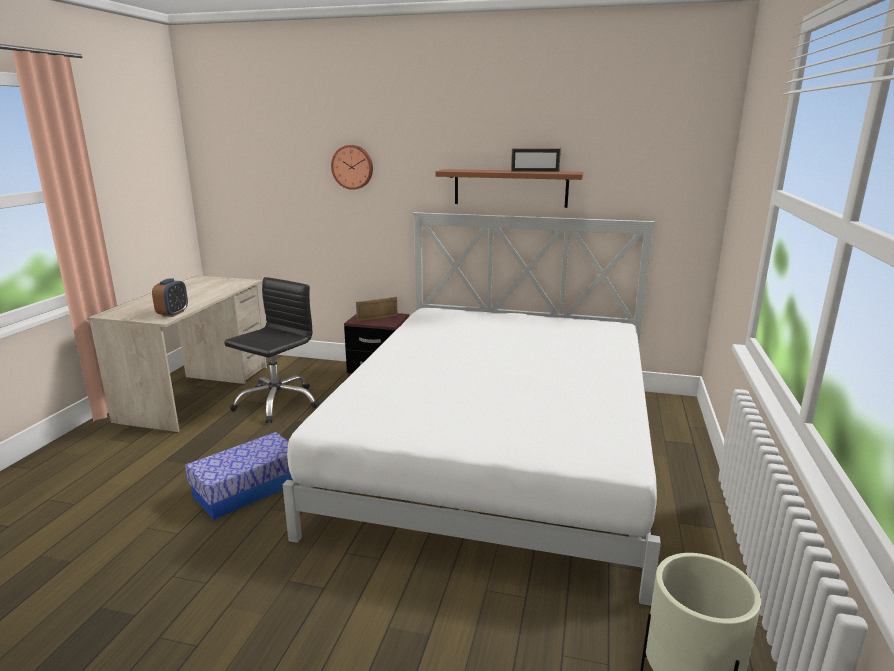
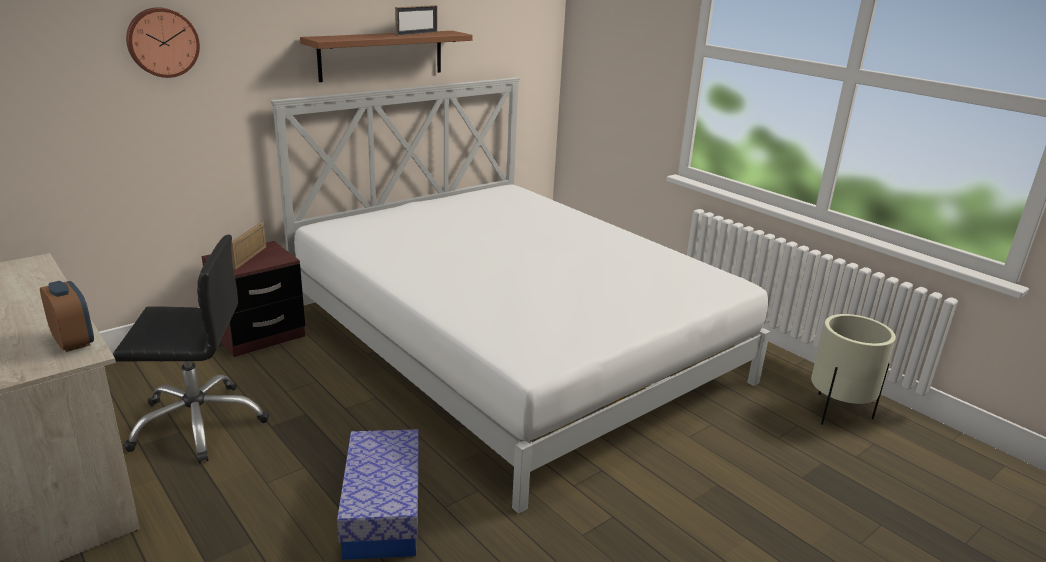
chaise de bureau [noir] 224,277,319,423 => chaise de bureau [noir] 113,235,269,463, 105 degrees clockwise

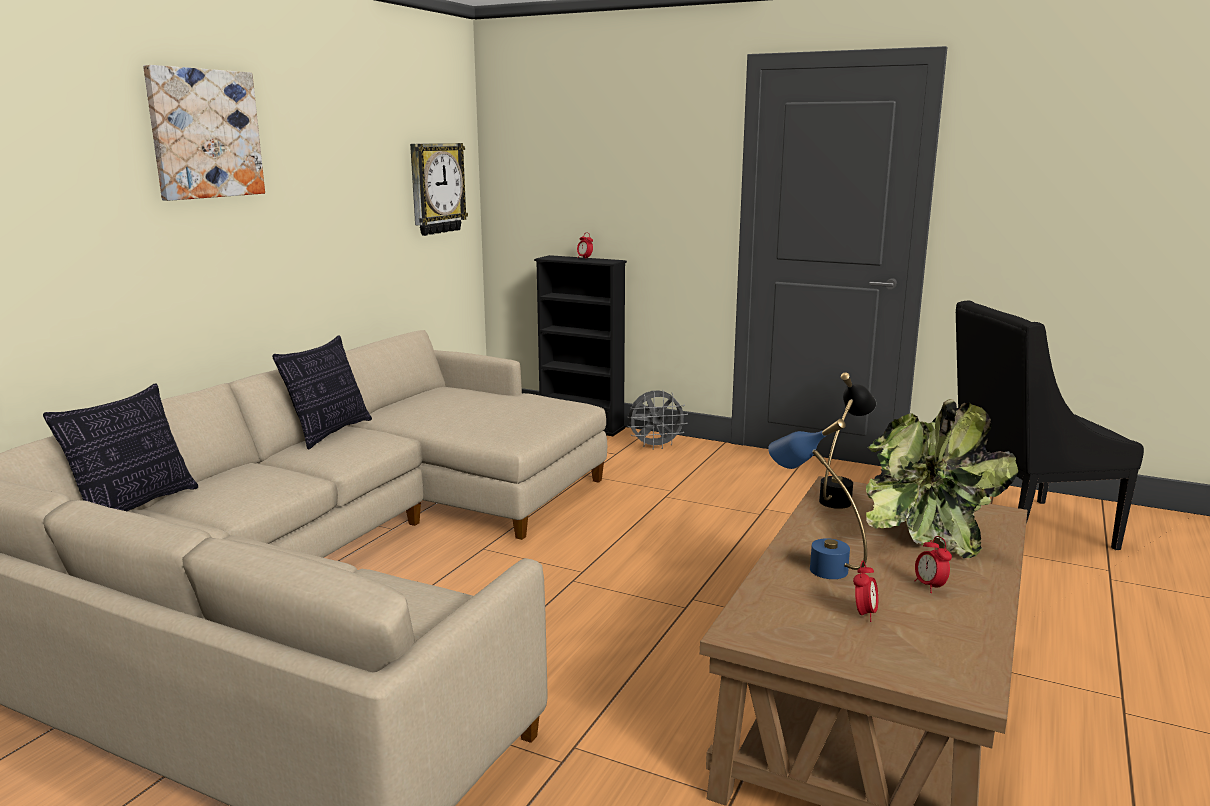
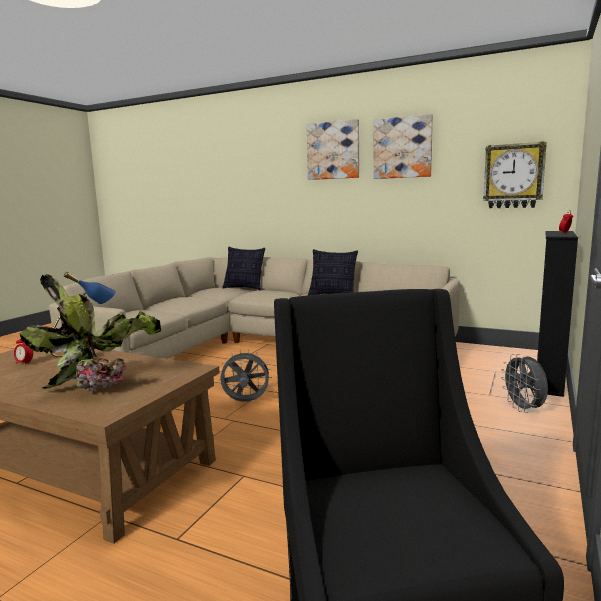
lampe de table [noir] 819,372,876,509 => nothing
réveil 914,536,952,593 => nothing
nothing => ventilateur [gris] 219,349,272,402
nothing => tableau 373,114,433,179

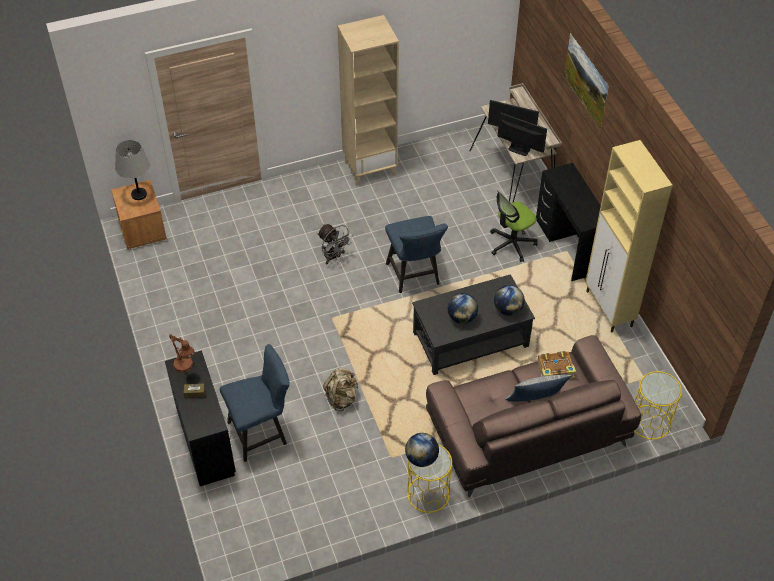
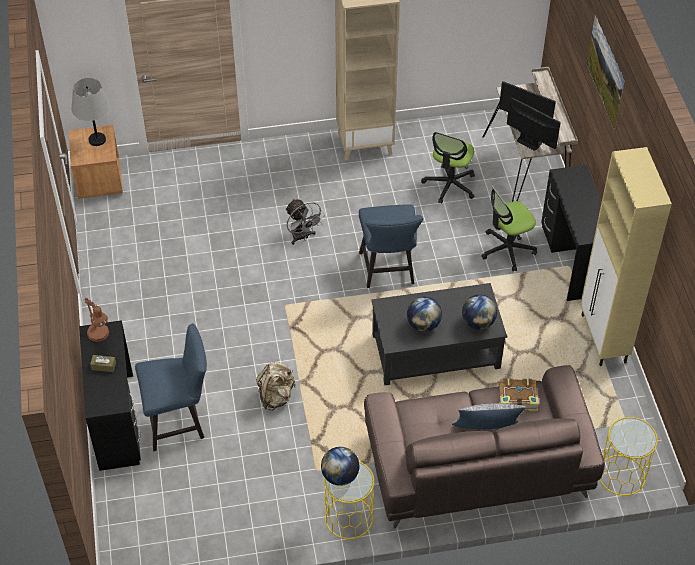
nothing => chaise de bureau 421,132,475,204

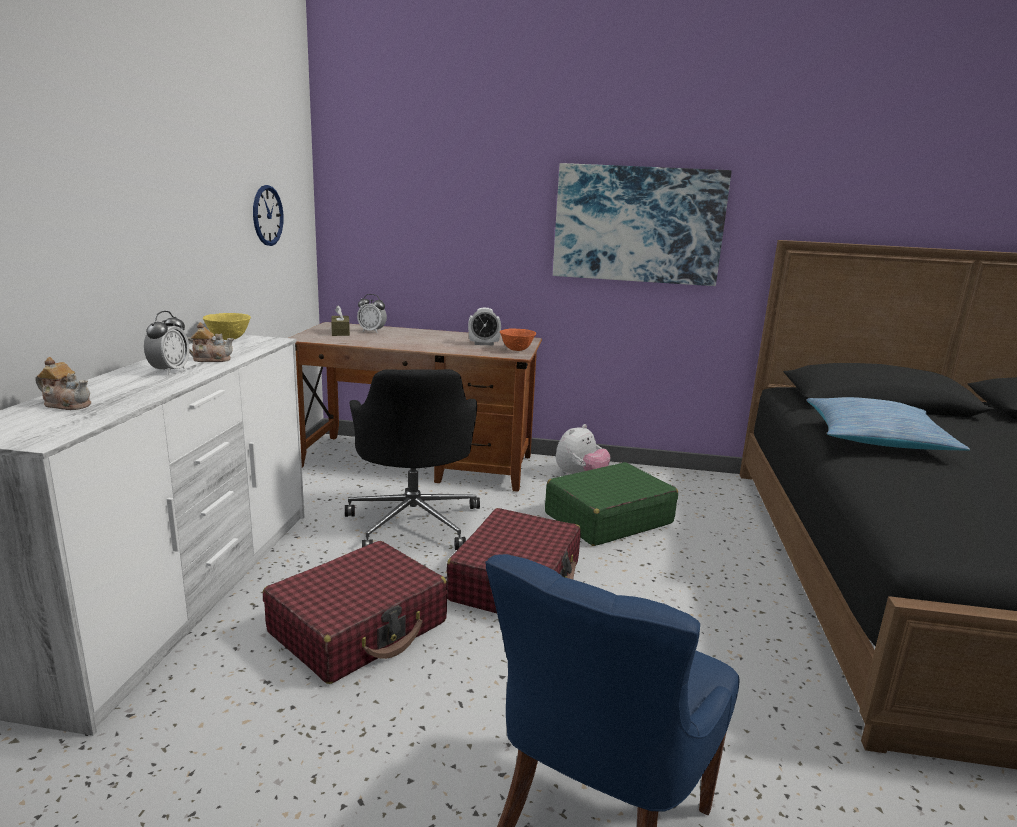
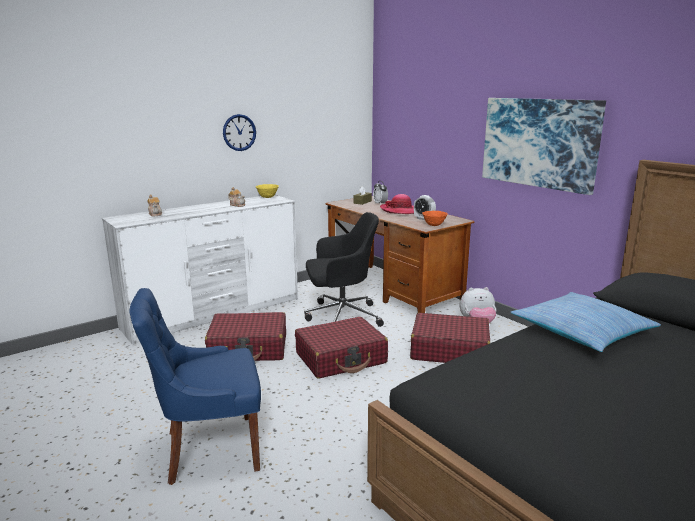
réveil 144,311,190,375 => nothing
horloge murale 253,185,284,246 => horloge murale 223,114,256,151, move
chaise de bureau [noir] 345,369,480,550 => chaise de bureau [noir] 304,212,384,327, 135 degrees counterclockwise
valise [vert] 545,462,678,546 => valise [rouge] 410,313,490,363
nothing => chapeau 380,194,414,214

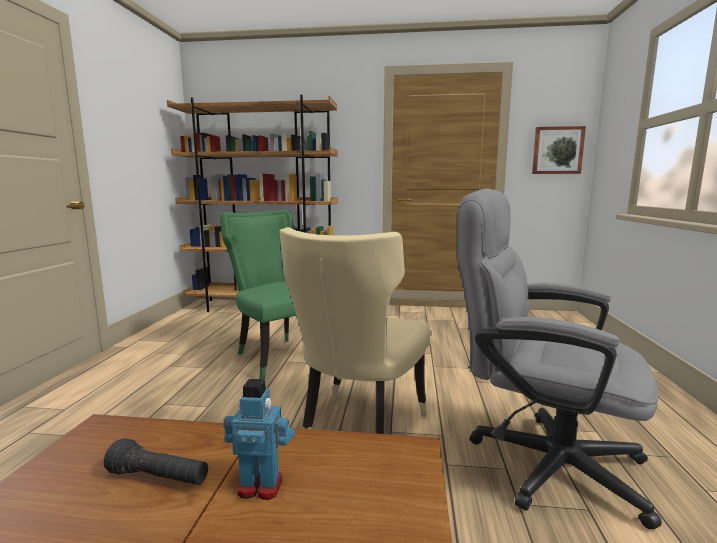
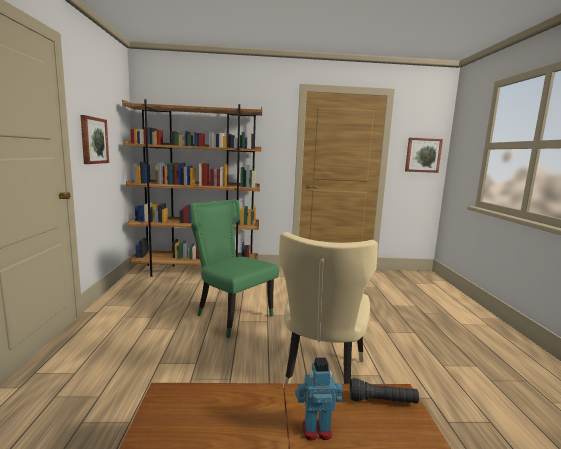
lampe de poche [noir] 104,438,208,485 => lampe de poche [noir] 350,378,419,404, move
chaise de bureau [gris] 456,188,662,530 => nothing
nothing => tableau 80,115,109,164

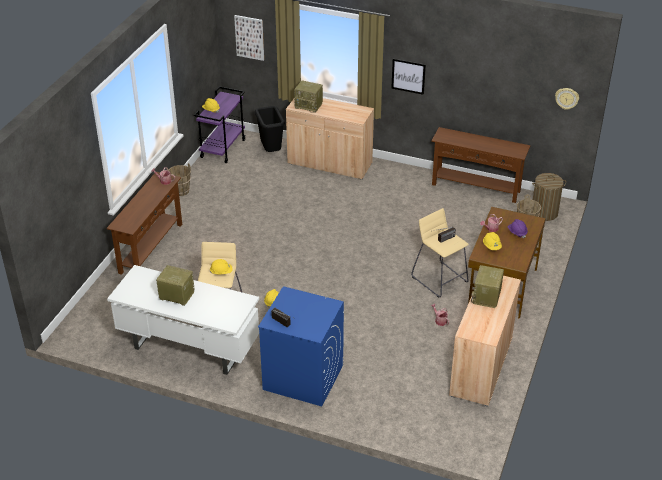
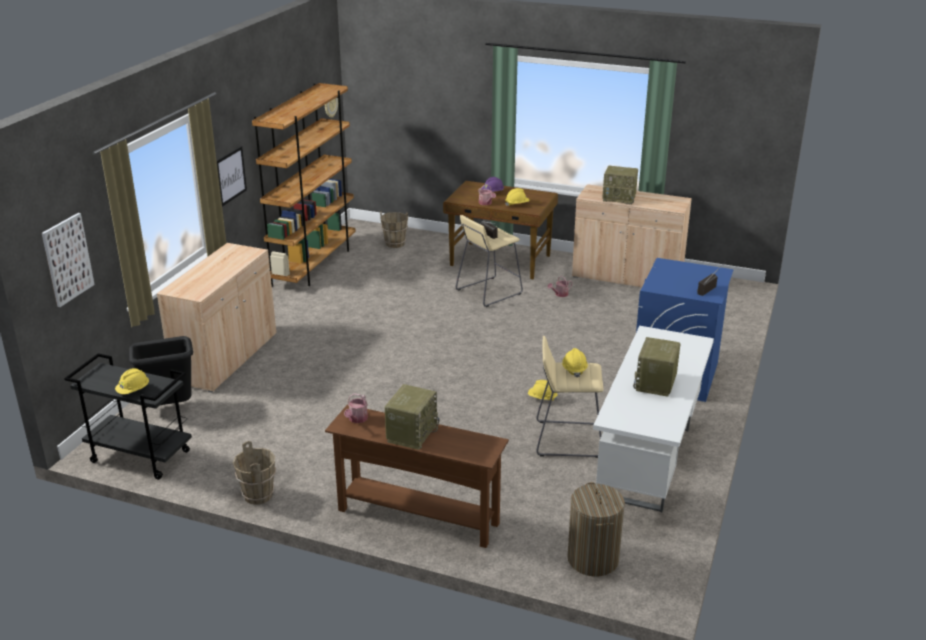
chariot [violet] 194,86,246,163 => chariot [noir] 64,353,192,480
radio 294,80,323,113 => radio 385,384,439,450, move
table console [marron] 431,127,530,203 => bibliothèque [marron] 252,83,356,287
panier à linge 532,173,566,221 => panier à linge 568,482,625,577, move

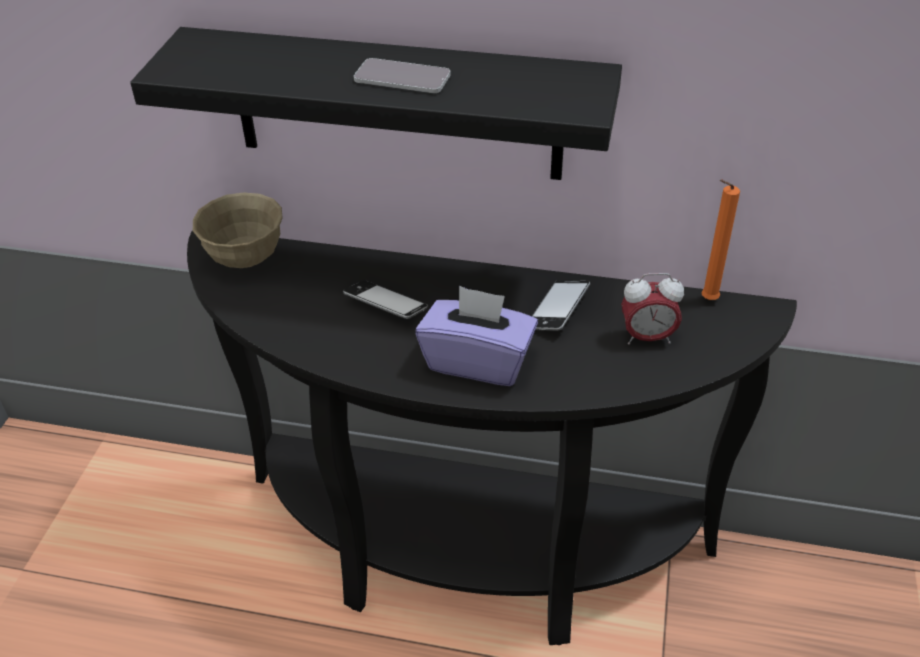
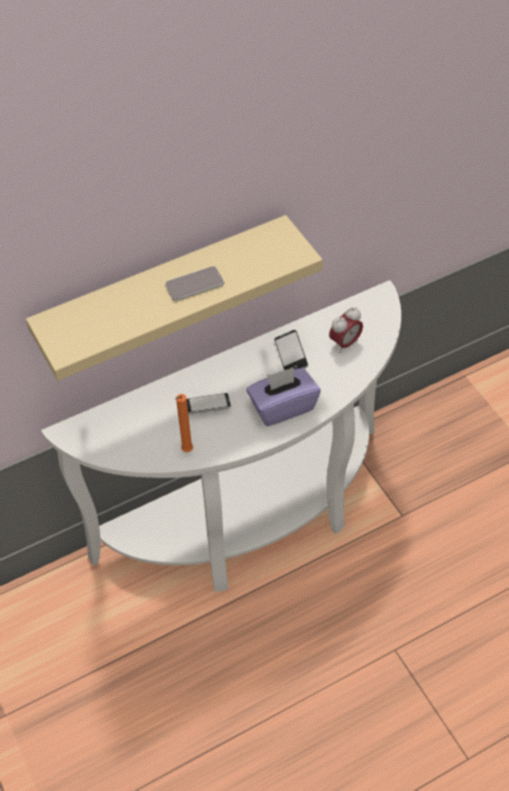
étagère [noir] 130,27,622,180 => étagère [beige] 26,215,323,381
table console [noir] 187,230,797,645 => table console [blanc] 41,280,401,592
bol [beige] 193,192,283,268 => nothing
bougie [orange] 701,180,740,300 => bougie [orange] 175,394,193,452, move

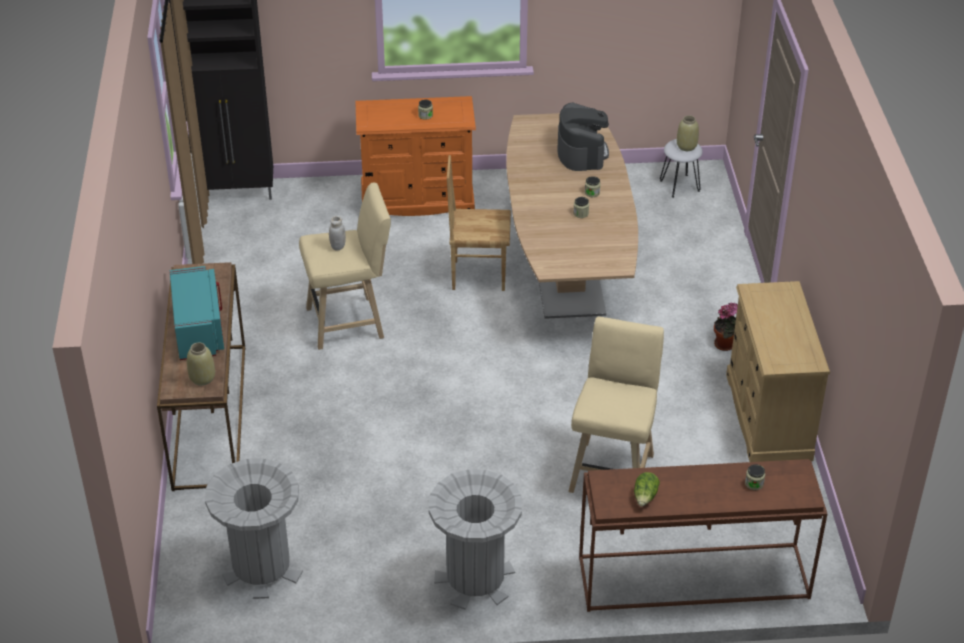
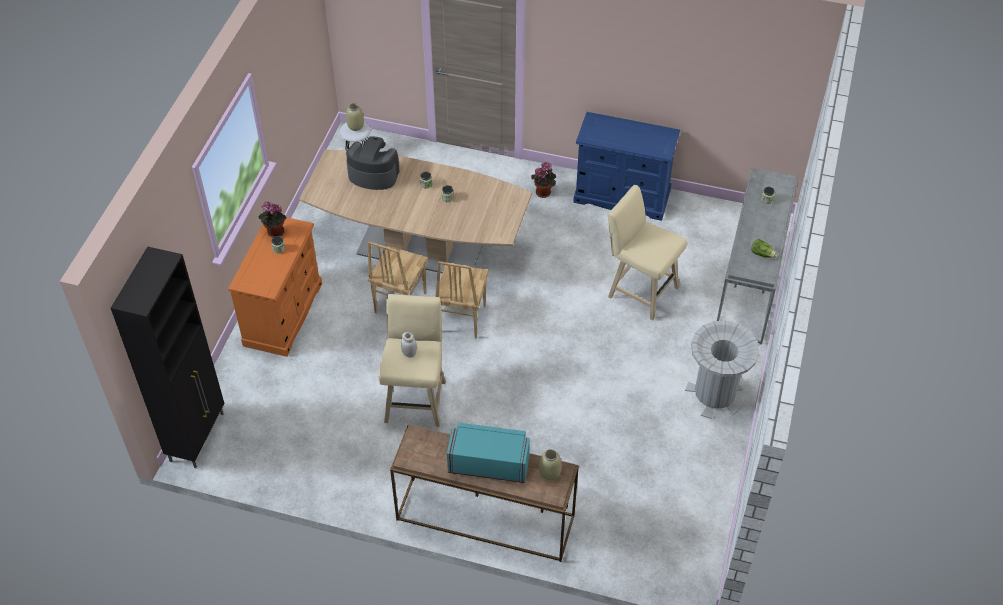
poubelle [gris] 205,458,303,599 => nothing
table console [marron] 579,459,827,612 => table console [gris] 717,168,798,344
commode [beige] 726,281,830,462 => commode [bleu] 573,112,680,221
nothing => plante en pot 259,201,287,237
nothing => chaise [marron] 435,261,489,339

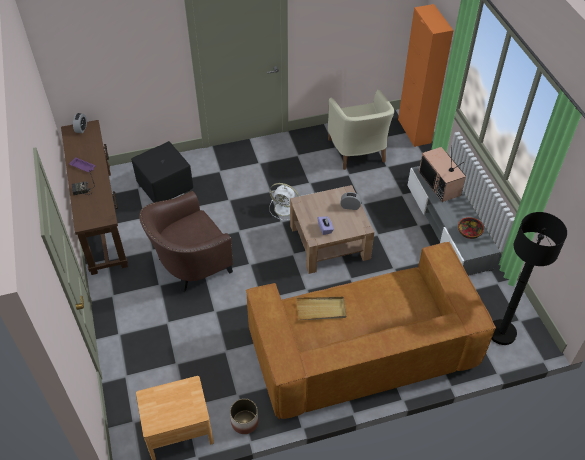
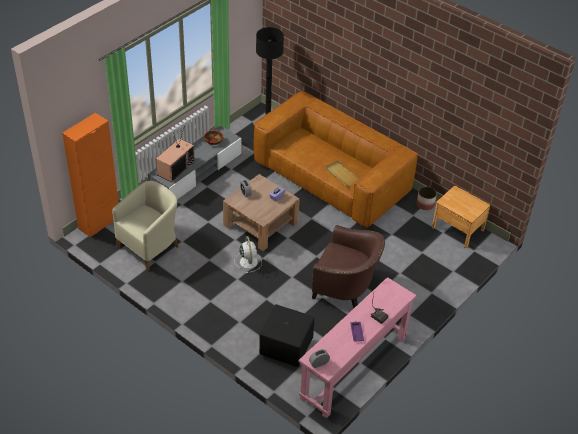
table console [marron] 61,120,128,275 => table console [rose] 299,277,416,418

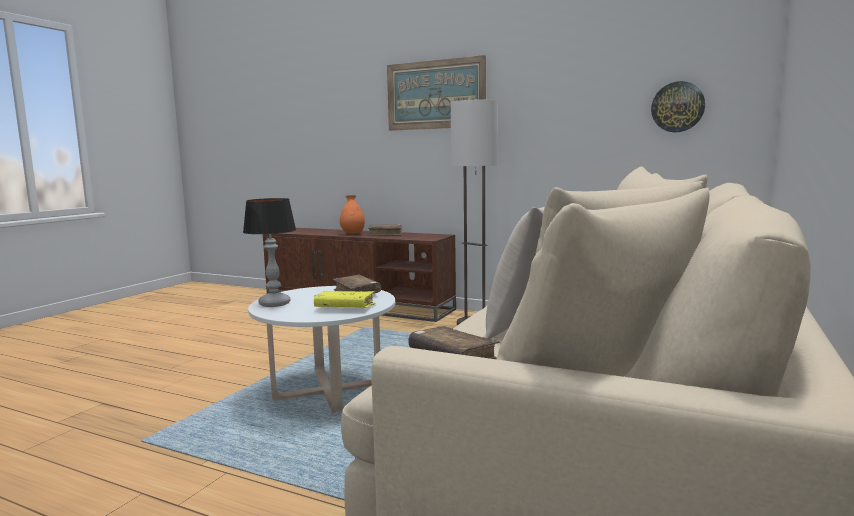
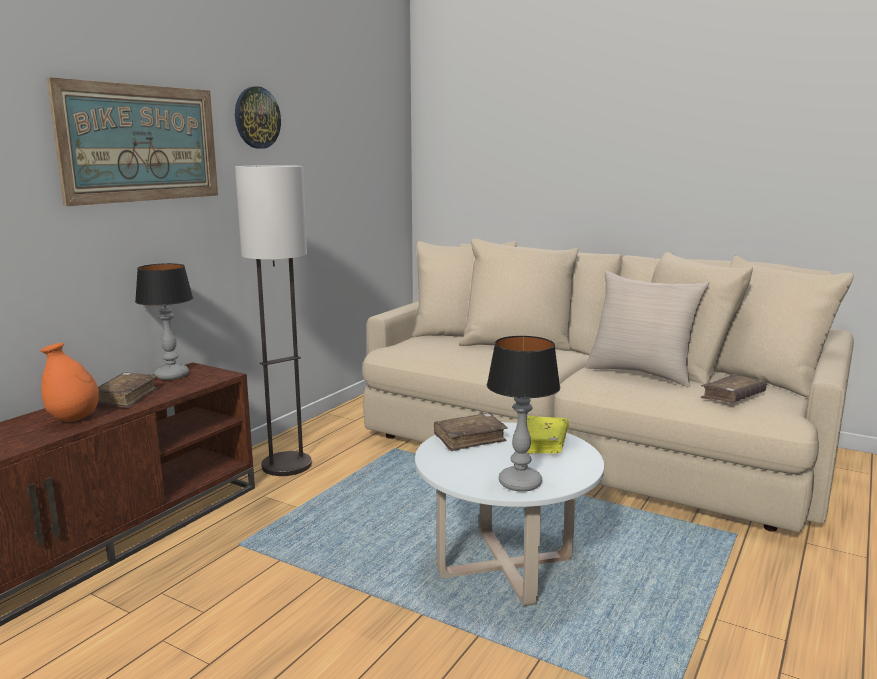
horloge murale 651,81,705,132 => horloge murale 235,86,281,149, move
nothing => lampe de table 135,263,193,380

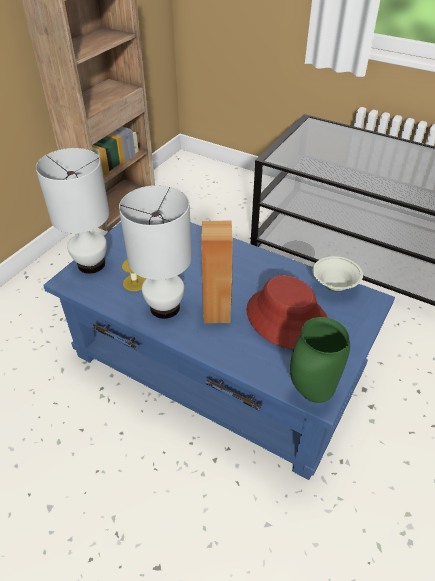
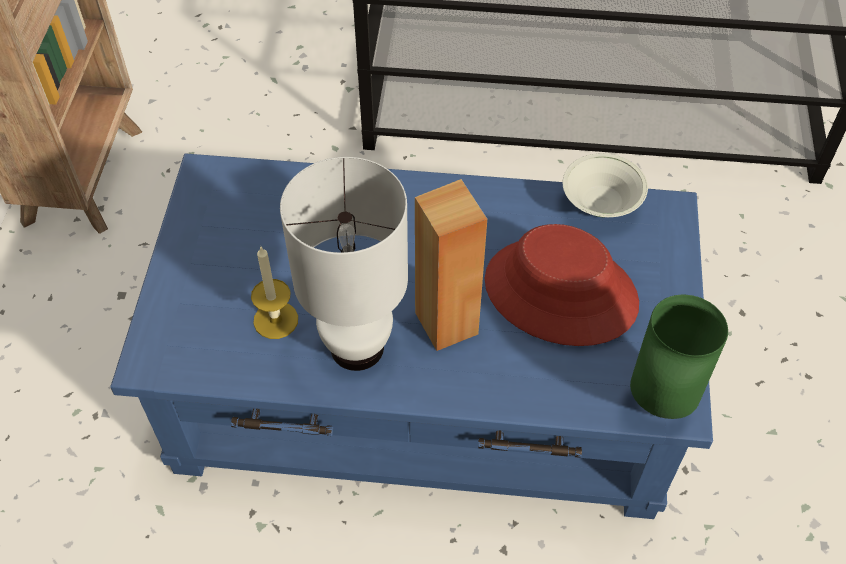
lampe de table [blanc] 36,148,109,274 => nothing

